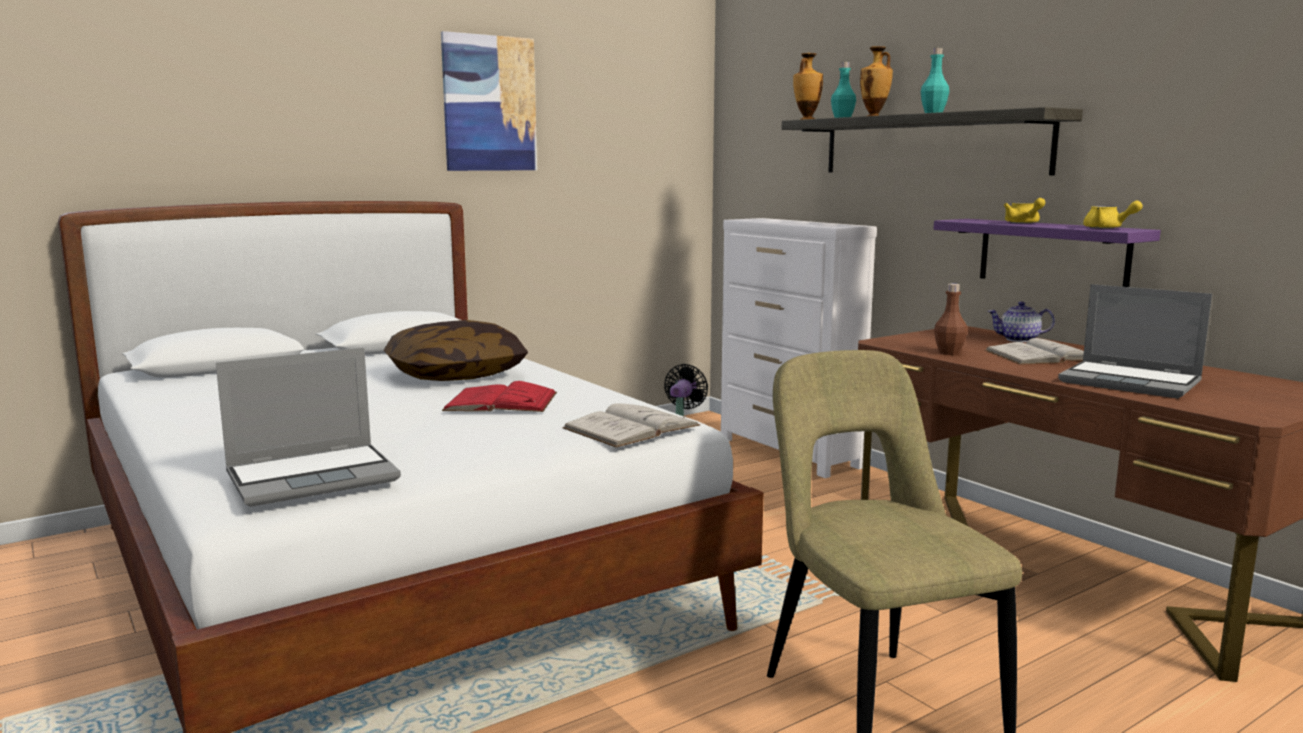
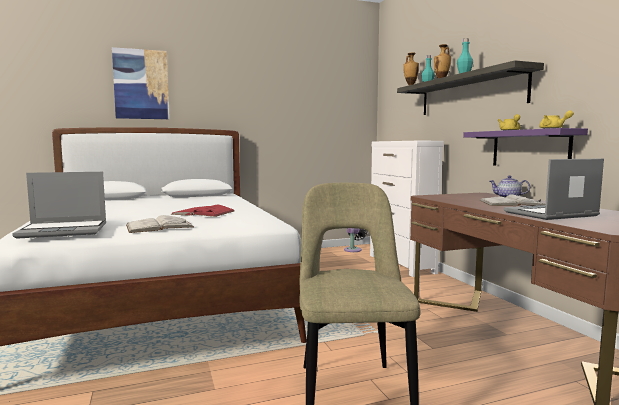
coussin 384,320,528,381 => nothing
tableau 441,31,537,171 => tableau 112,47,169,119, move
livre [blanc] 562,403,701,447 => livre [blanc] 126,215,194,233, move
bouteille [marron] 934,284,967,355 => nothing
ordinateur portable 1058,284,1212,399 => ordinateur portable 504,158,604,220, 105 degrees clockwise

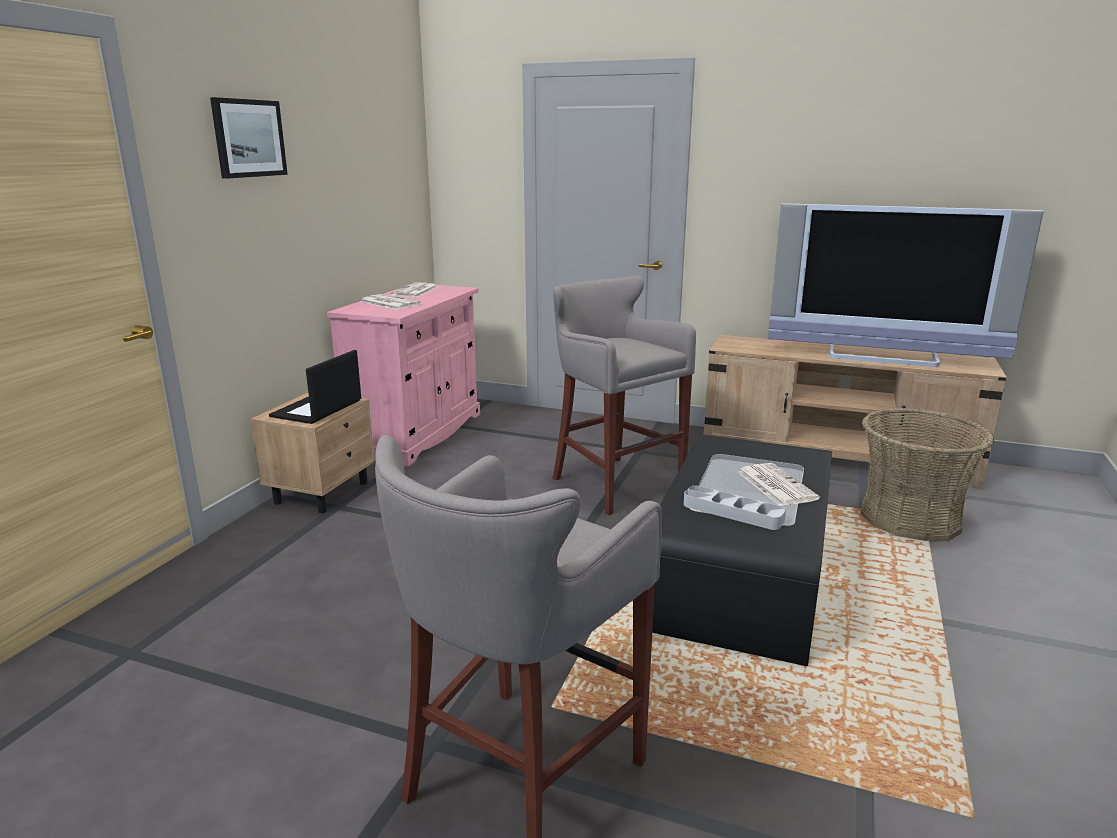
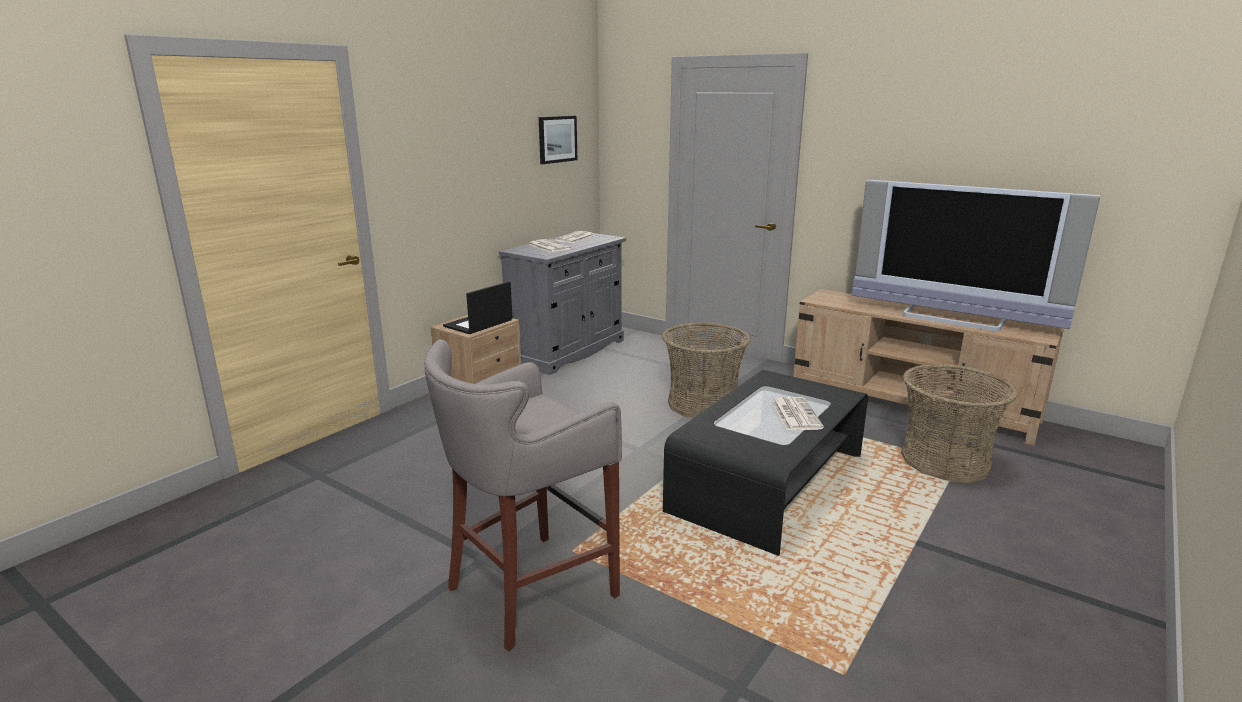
tableau 210,97,288,179 => tableau 539,116,577,164, move
meuble de rangement [rose] 327,285,480,467 => meuble de rangement [gris] 499,233,626,375
tabouret [gris] 553,276,696,515 => panier 662,322,751,418
plateau [gris] 684,486,786,530 => nothing

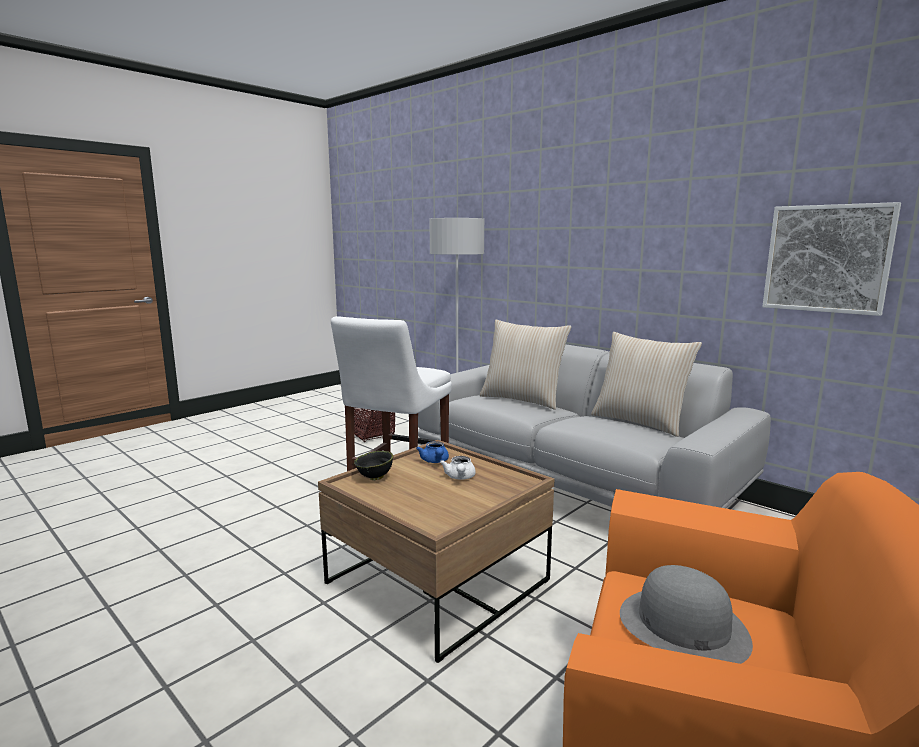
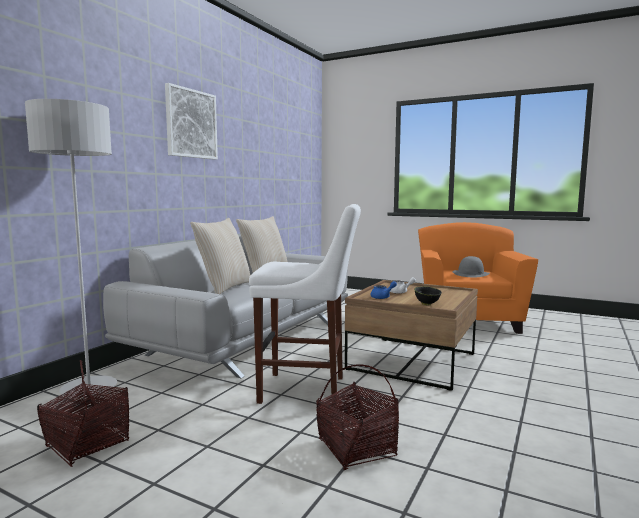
tableau 762,202,901,316 => tableau 165,83,218,160, move
nothing => panier 316,364,399,470

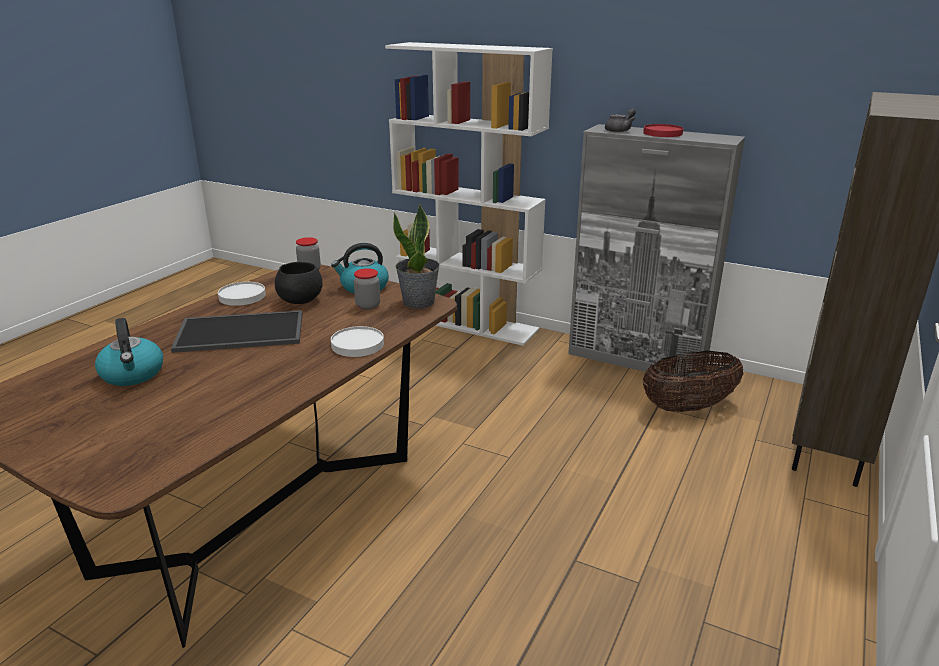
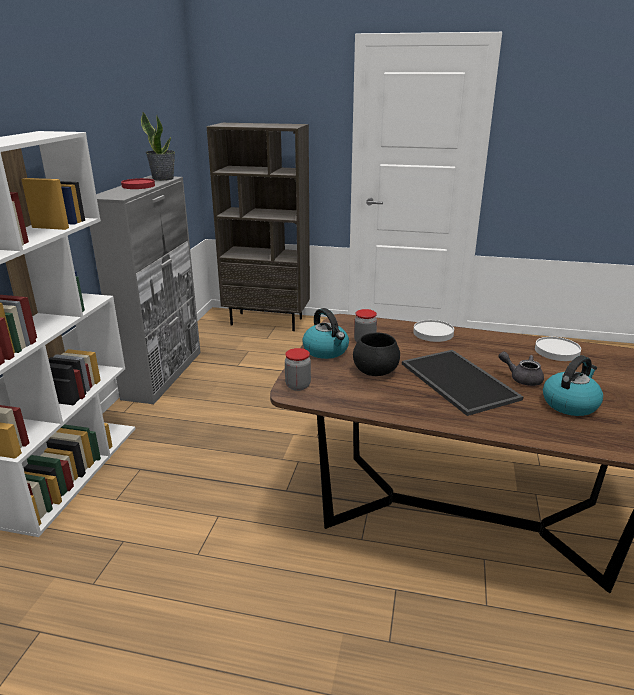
assiette [blanc] 218,282,266,306 => assiette [blanc] 535,337,581,361, move
plante en pot 393,204,440,309 => plante en pot 141,112,175,181, move
théière [gris] 605,108,636,132 => théière [gris] 499,351,544,386, move
panier 643,350,743,412 => nothing

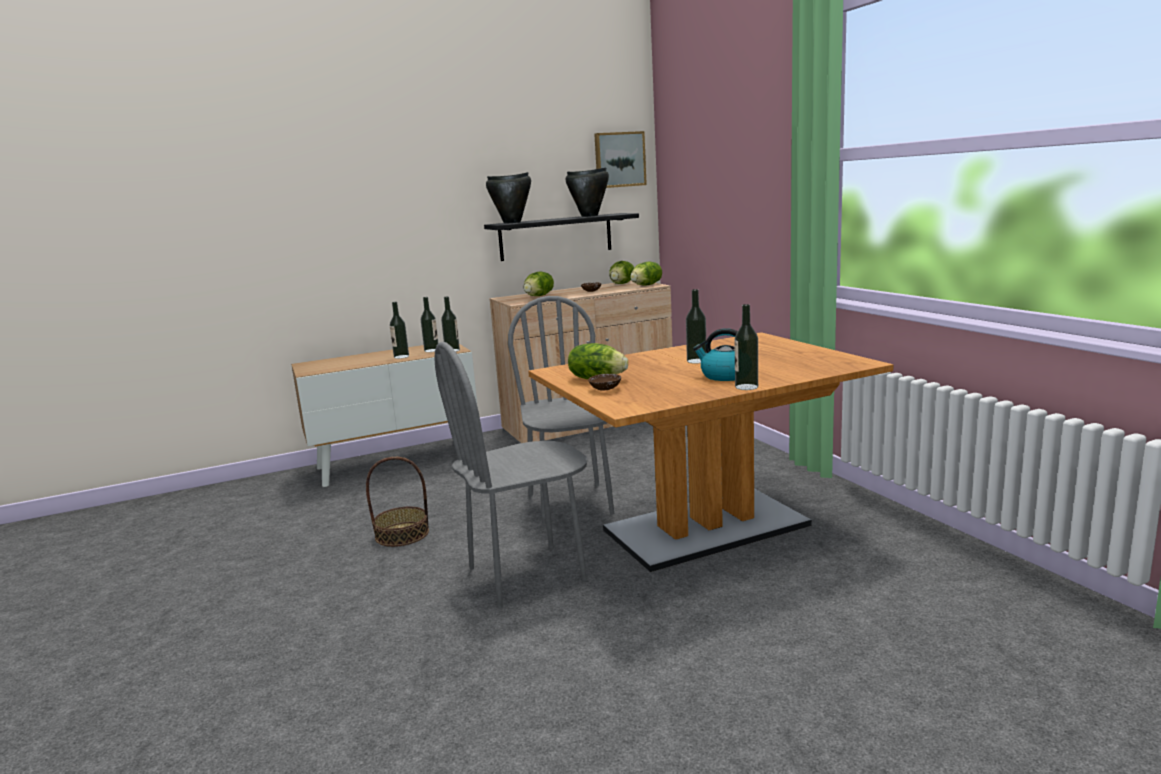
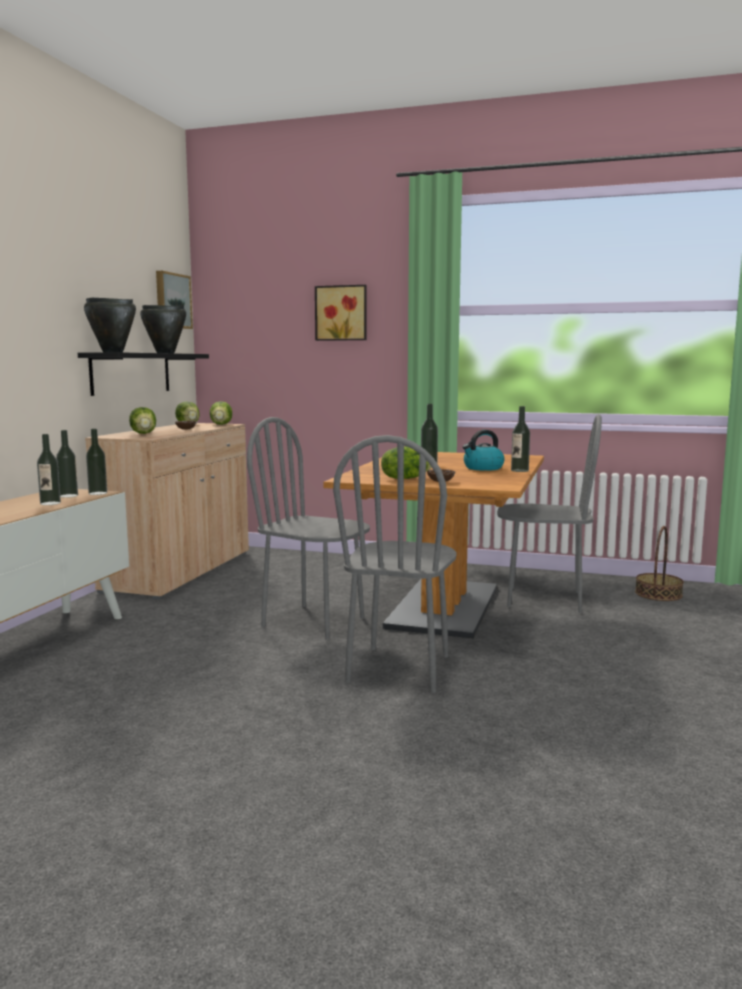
panier 366,457,429,547 => panier 635,526,684,601, move
nothing => tableau 315,285,367,341
nothing => chaise [gris] 497,414,602,613

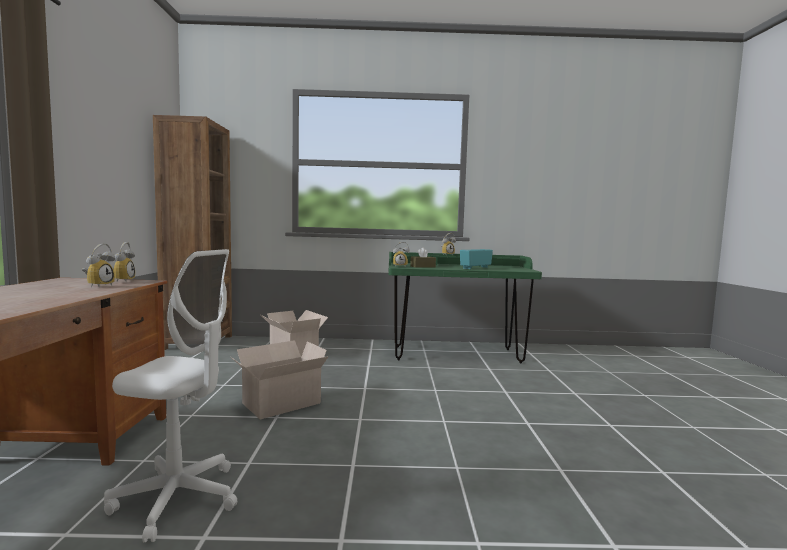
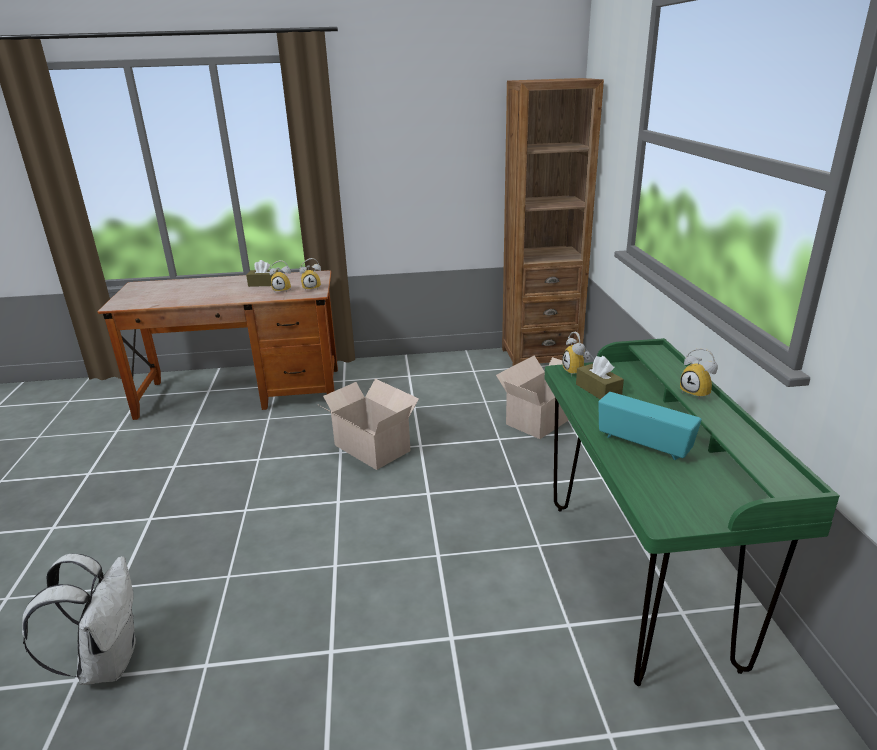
chaise de bureau [blanc] 104,249,237,542 => nothing
nothing => sac à dos [blanc] 22,554,136,685
nothing => boîte à mouchoirs [marron] 246,260,278,287

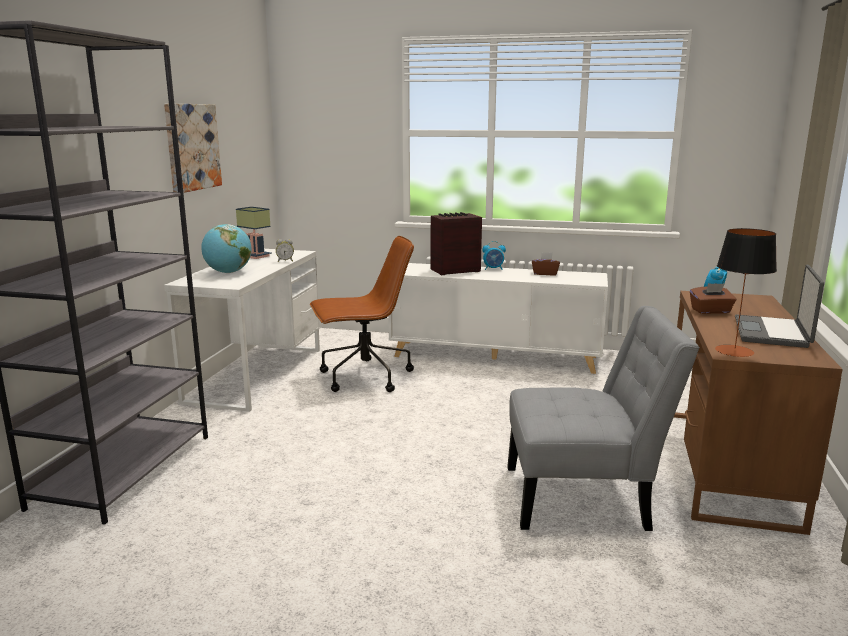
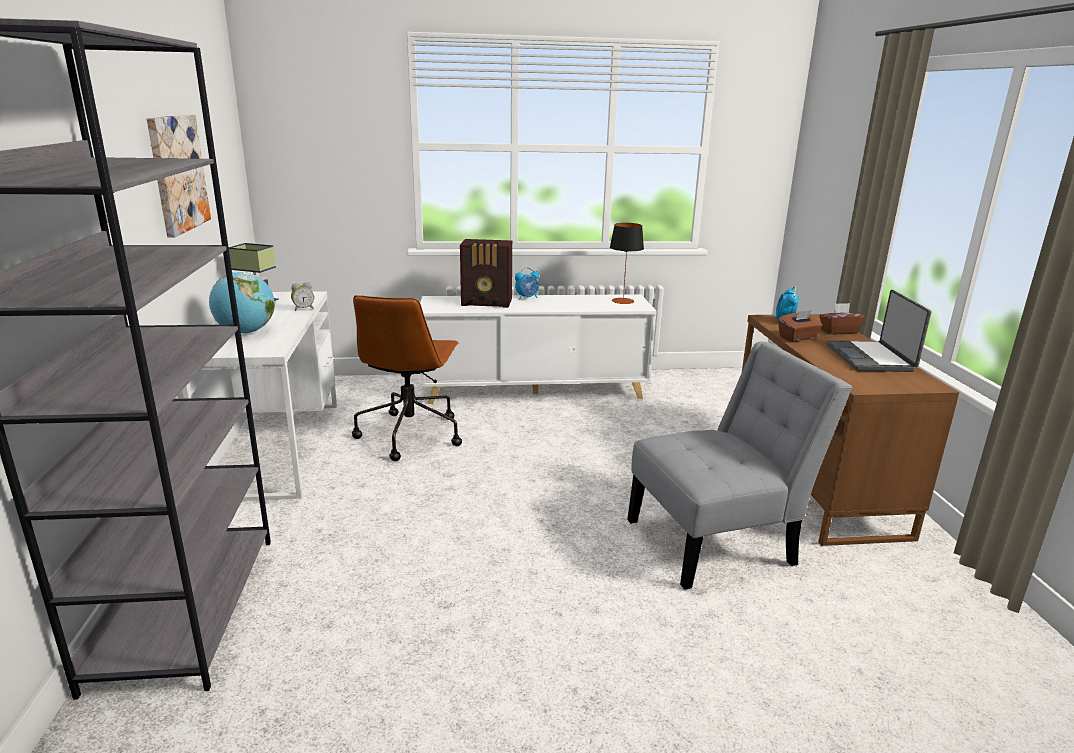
chaise de bureau [marron] 310,236,414,392 => chaise de bureau [marron] 352,295,462,461, 135 degrees clockwise
radio 431,212,482,275 => radio 460,239,512,308, 135 degrees counterclockwise
boîte à mouchoirs [marron] 532,252,560,276 => boîte à mouchoirs [marron] 820,303,865,334, move
lampe de table 715,228,777,357 => lampe de table 610,223,644,304, move

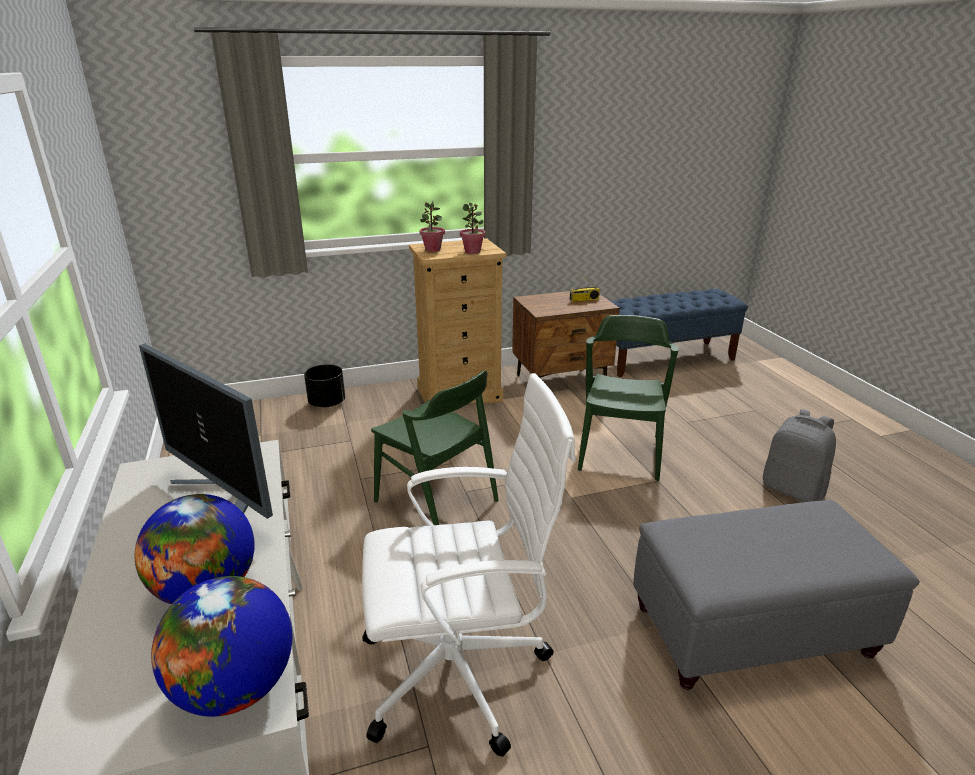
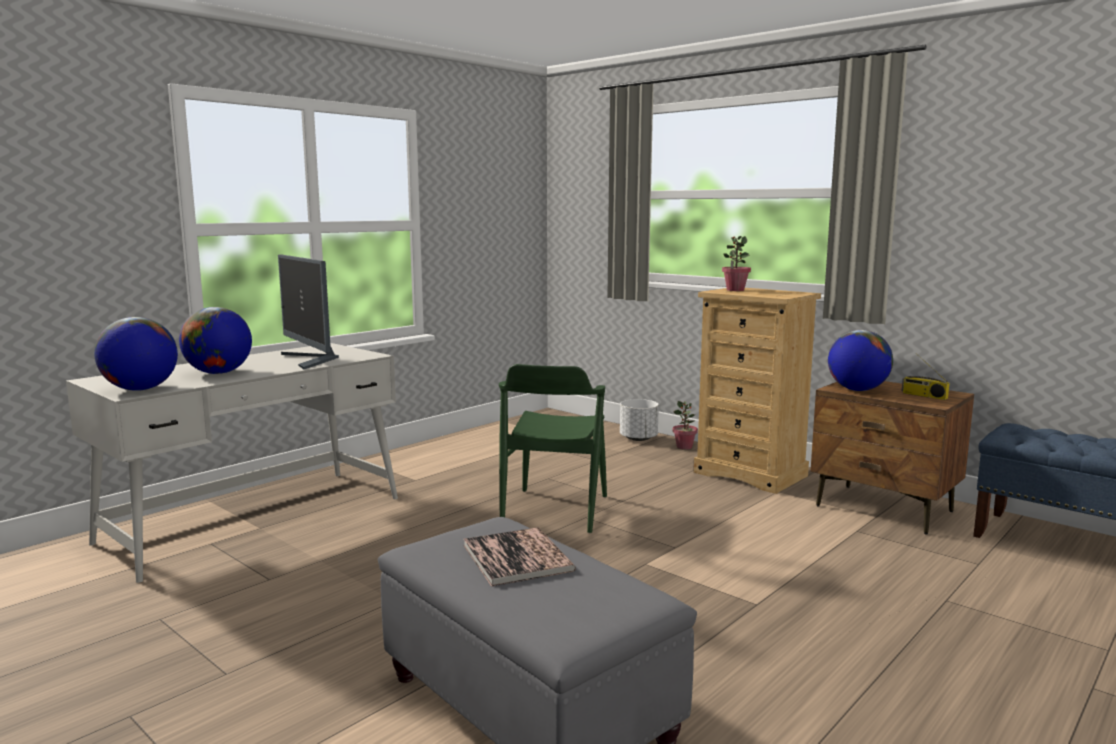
écran d'ordinateur 139,344,273,519 => écran d'ordinateur 278,255,339,370, 45 degrees counterclockwise
cache-pot [noir] 304,365,345,407 => cache-pot [blanc] 620,399,659,441
chaise de bureau [blanc] 362,373,576,757 => nothing
plante en pot 460,203,485,254 => plante en pot 673,401,698,450, move
chaise [vert] 578,315,679,481 => nothing
sac à dos [gris] 763,409,836,502 => nothing
nothing => livre 463,527,576,587
nothing => globe 828,330,893,391

